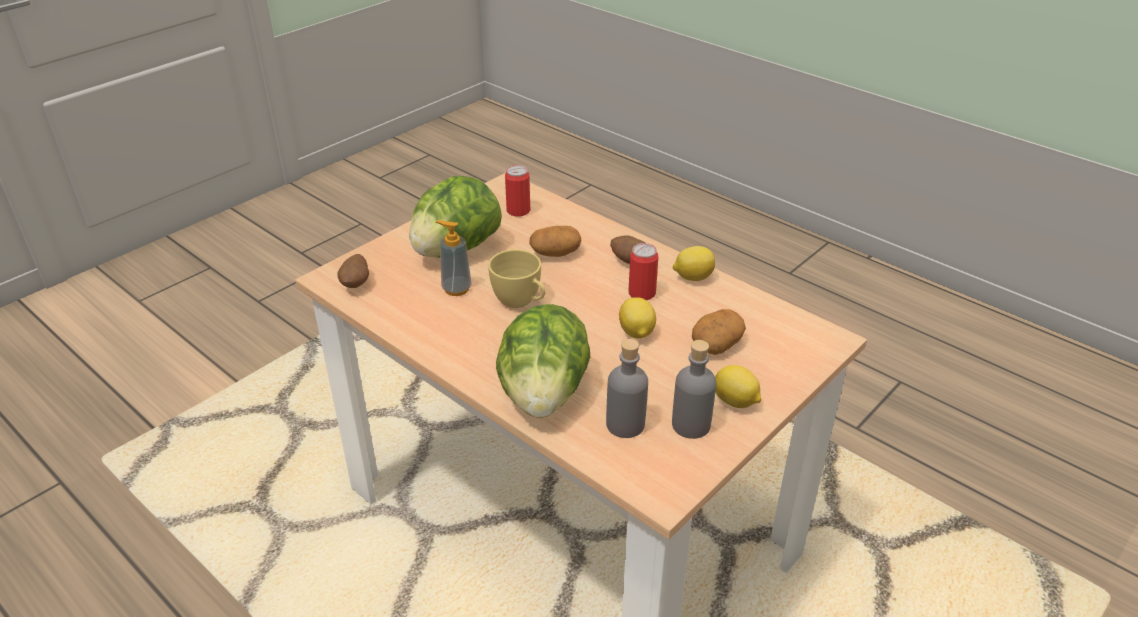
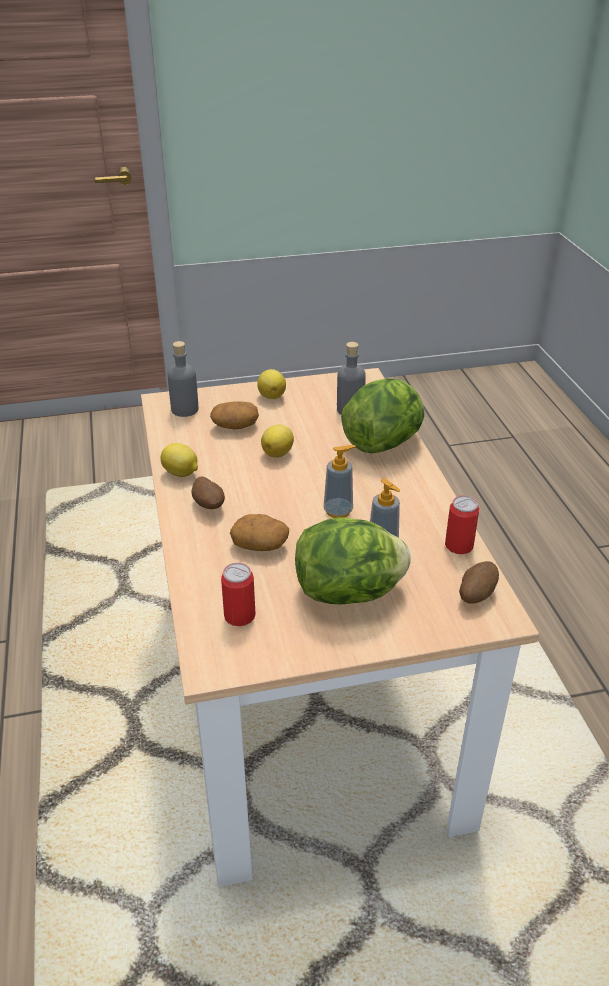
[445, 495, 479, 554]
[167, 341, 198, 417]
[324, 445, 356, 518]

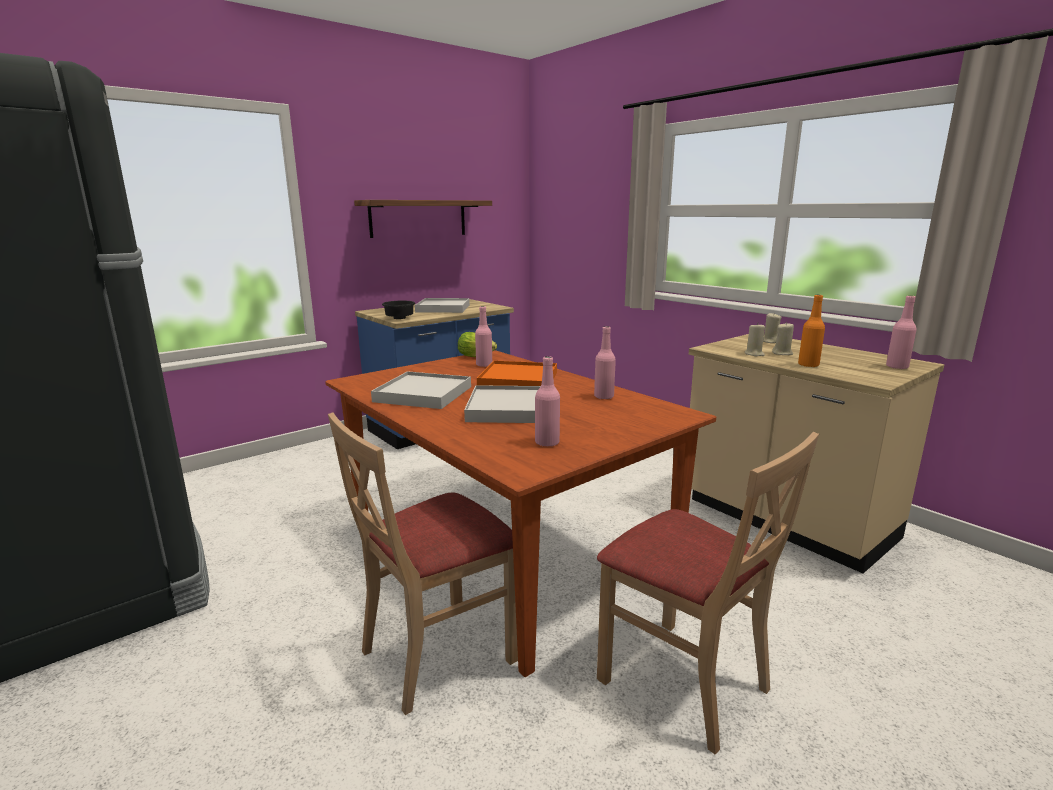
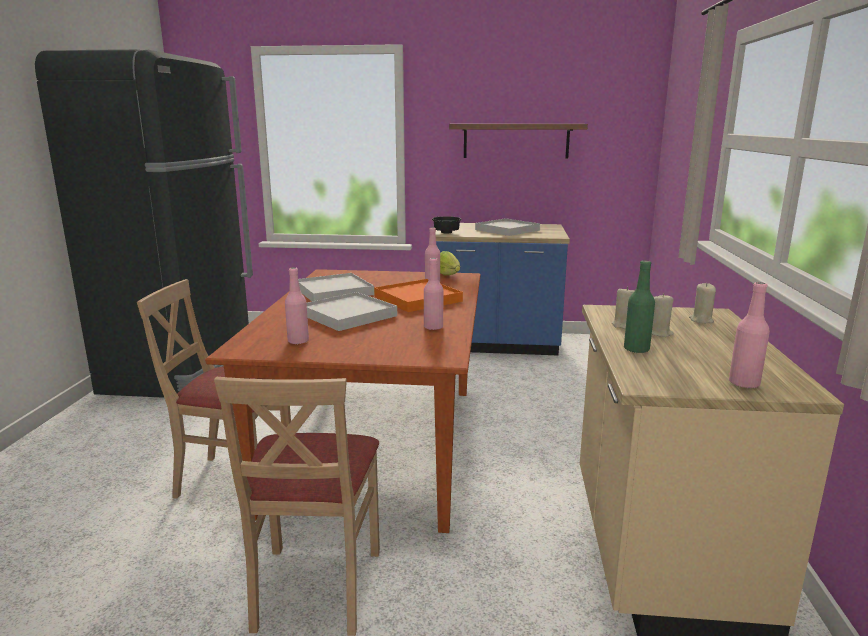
[624, 260, 655, 353]

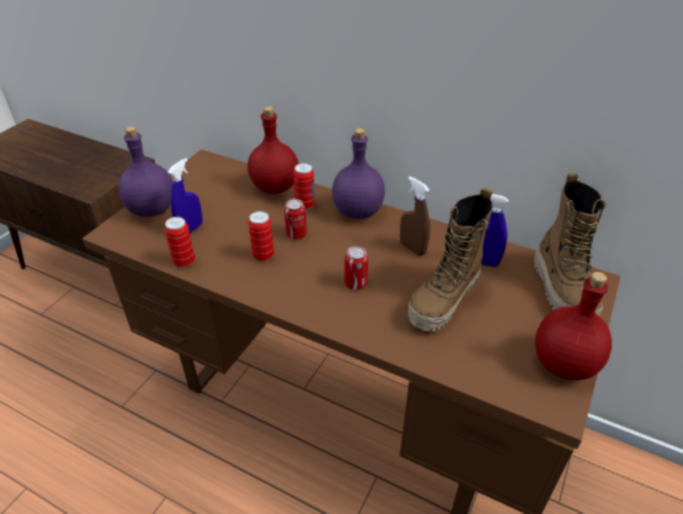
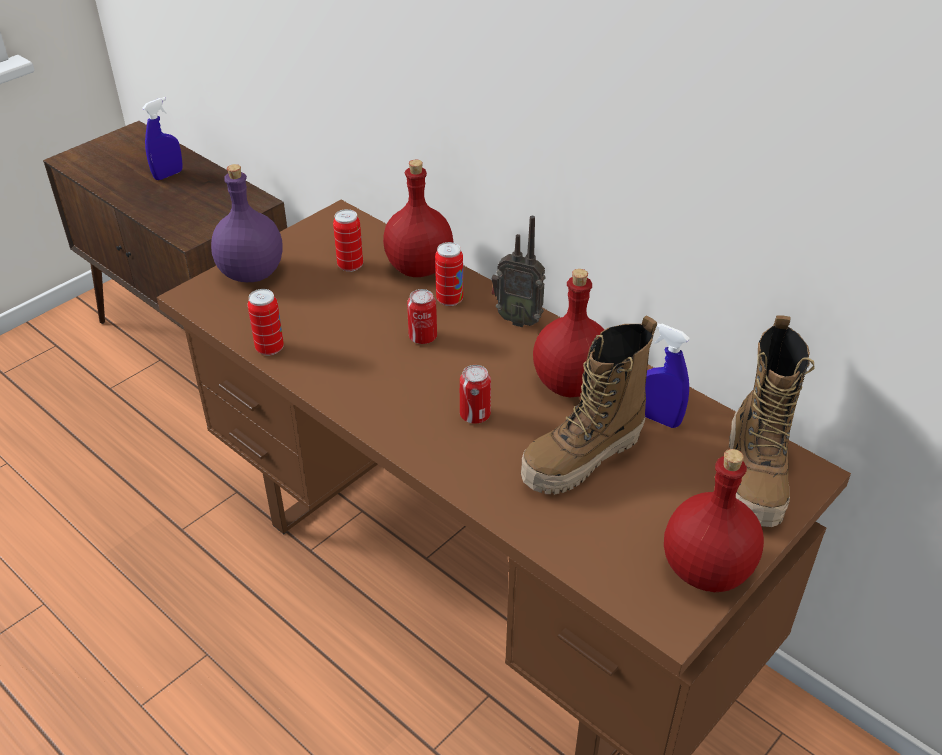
[142, 97, 182, 180]
[333, 209, 363, 272]
[492, 216, 546, 327]
[533, 269, 604, 397]

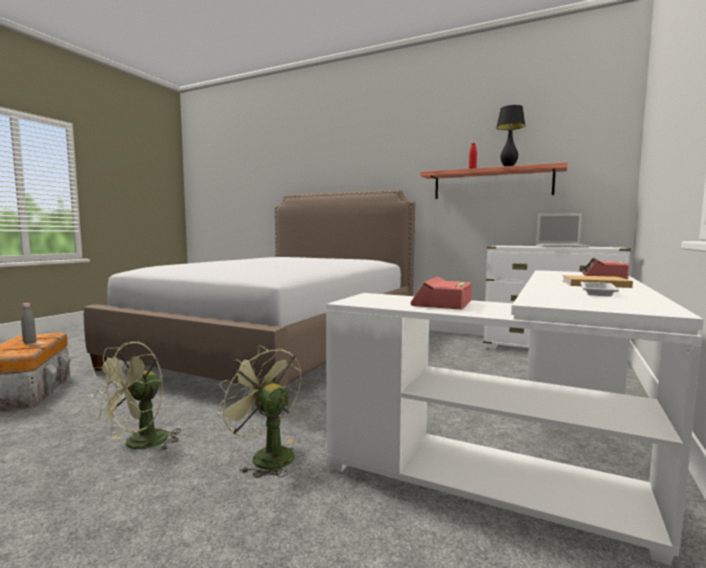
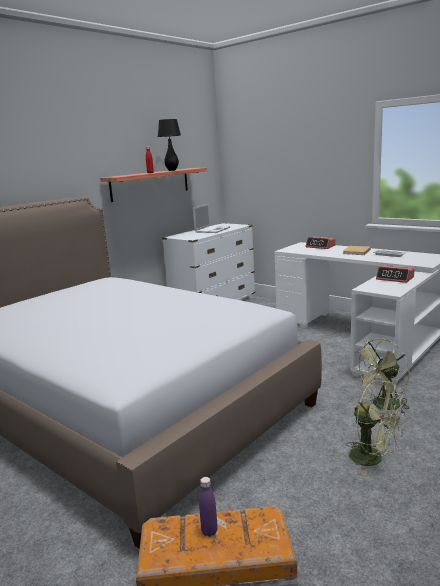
[199, 477, 218, 537]

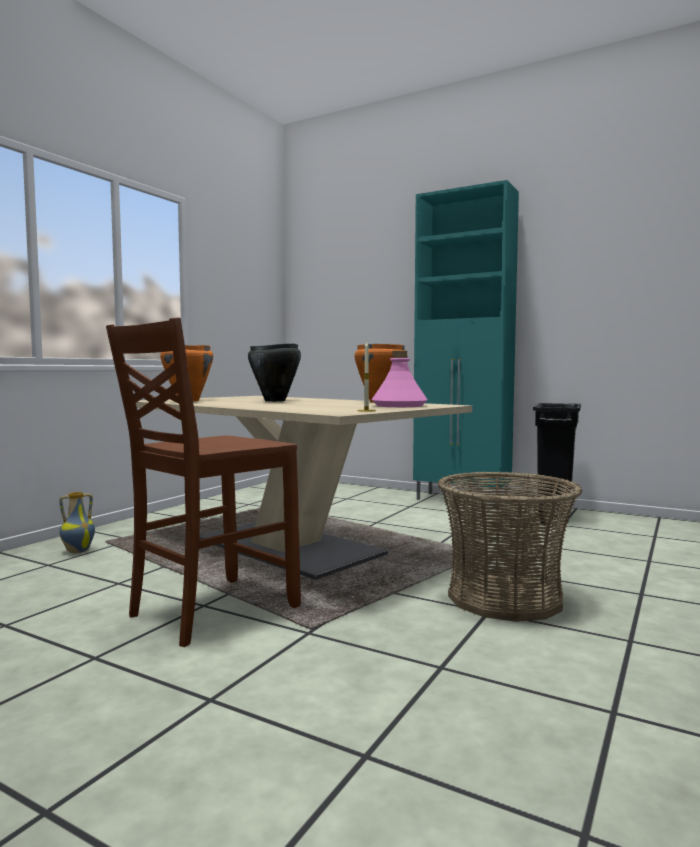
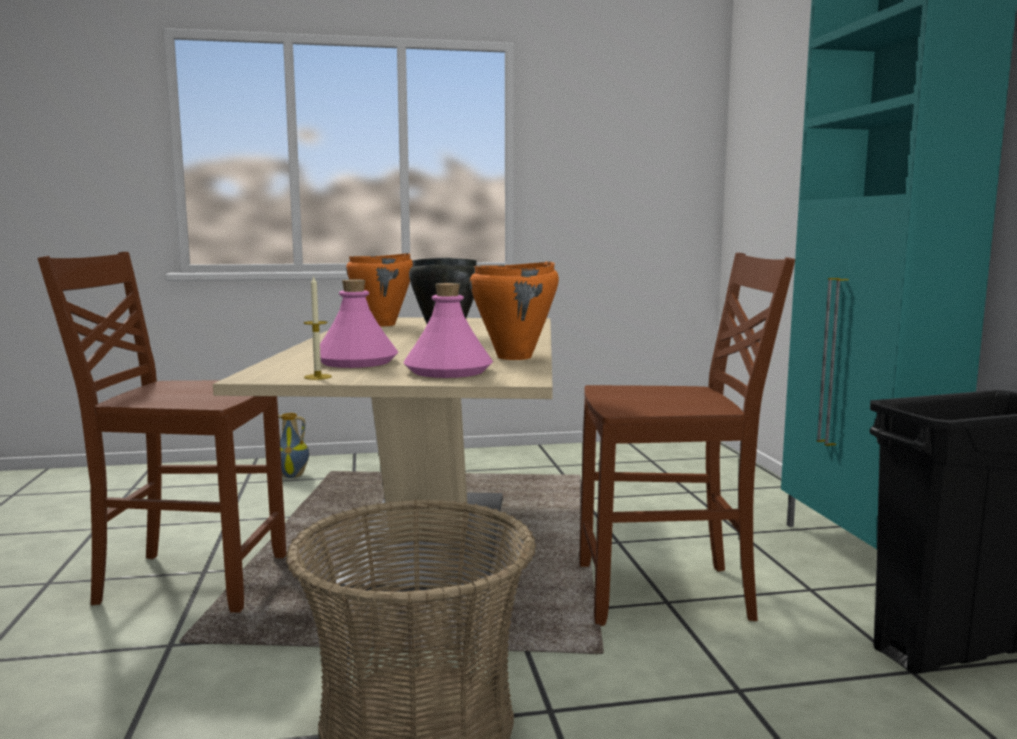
[313, 280, 398, 368]
[579, 253, 795, 626]

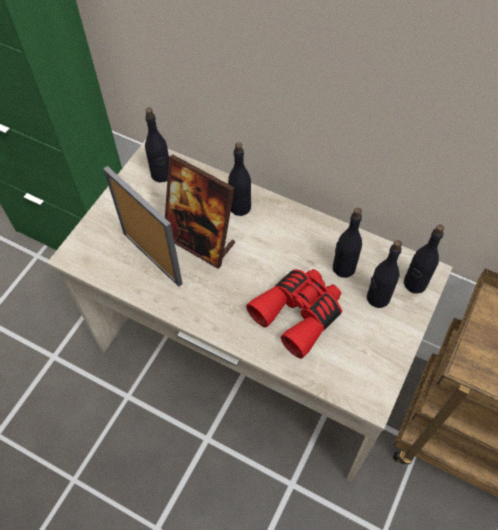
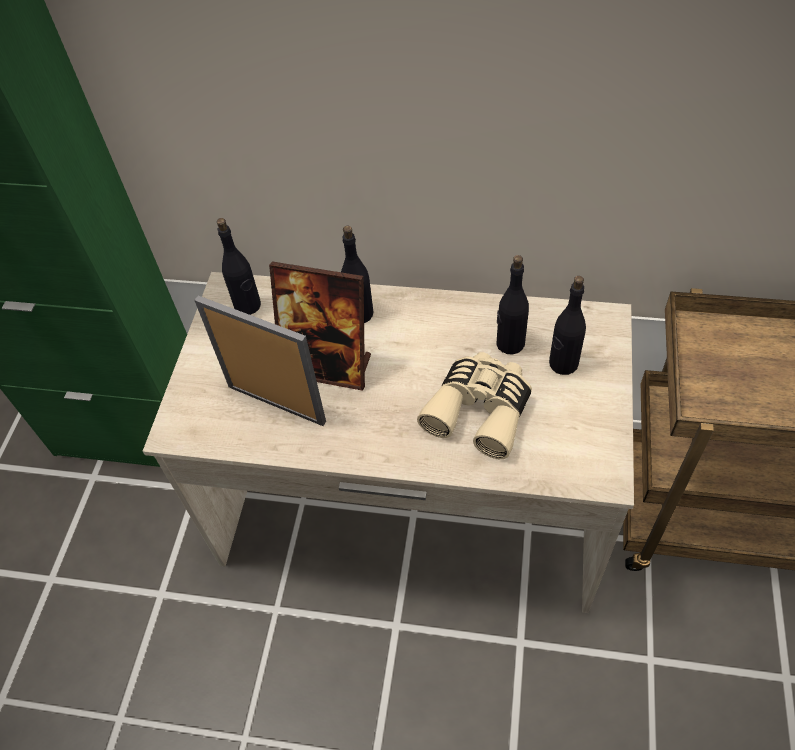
[404, 224, 444, 294] (first image)
[417, 352, 532, 459]

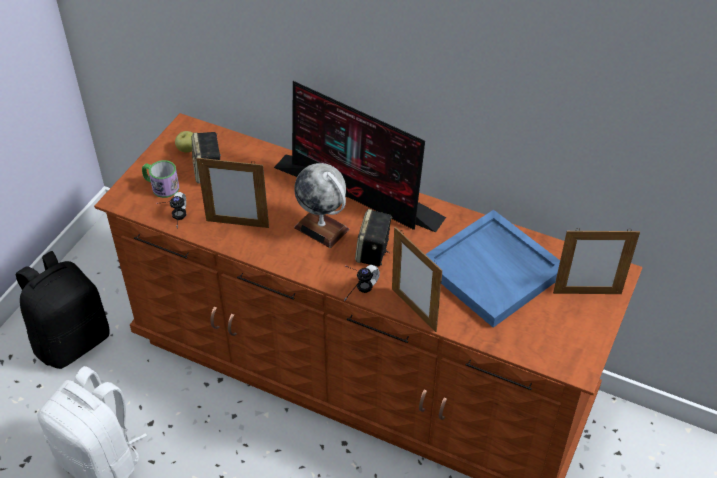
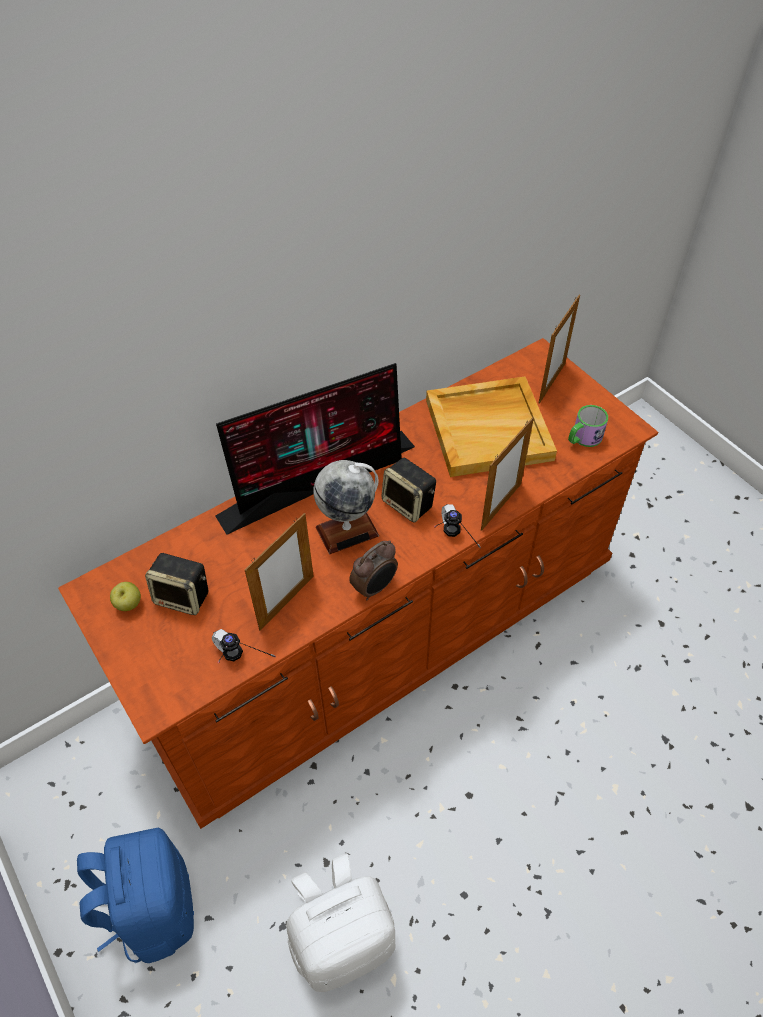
[349, 540, 398, 600]
[568, 405, 608, 447]
[77, 828, 194, 963]
[426, 377, 557, 477]
[481, 417, 534, 531]

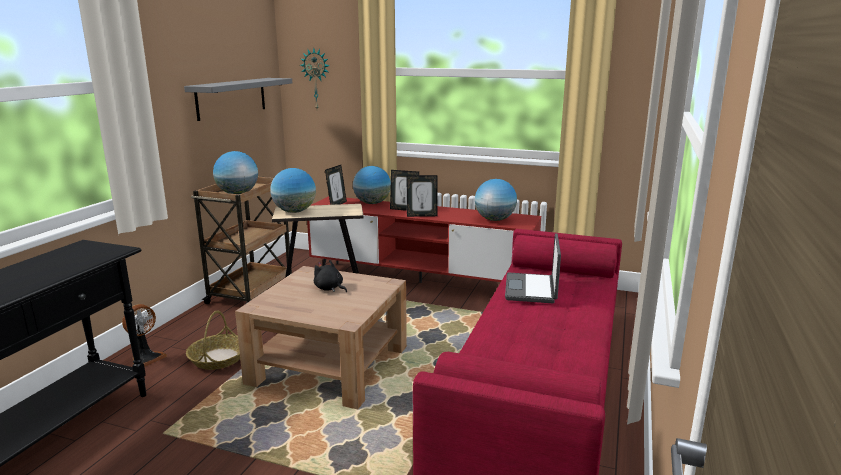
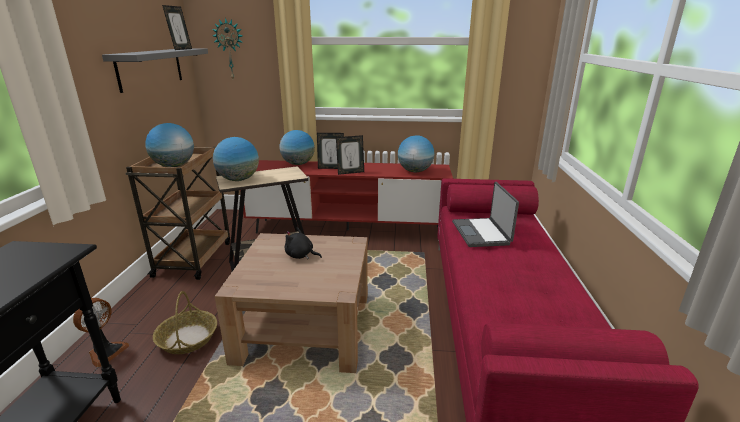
[162, 5, 192, 50]

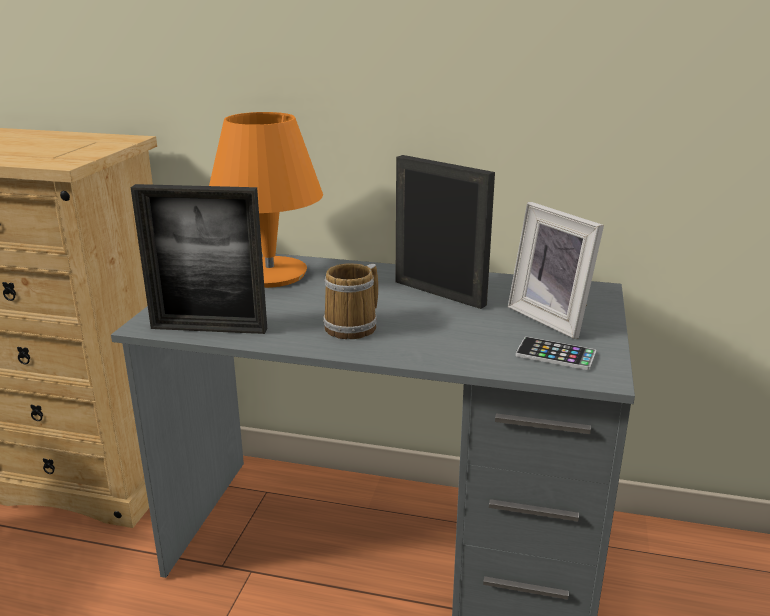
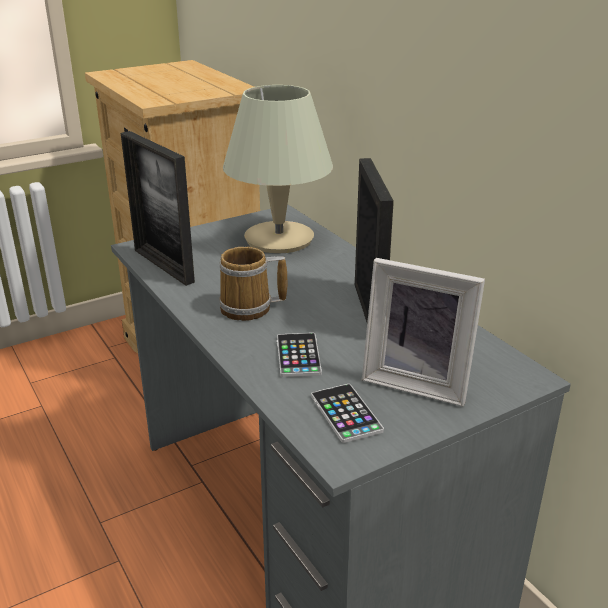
[277, 333, 322, 377]
[223, 85, 333, 253]
[362, 258, 485, 406]

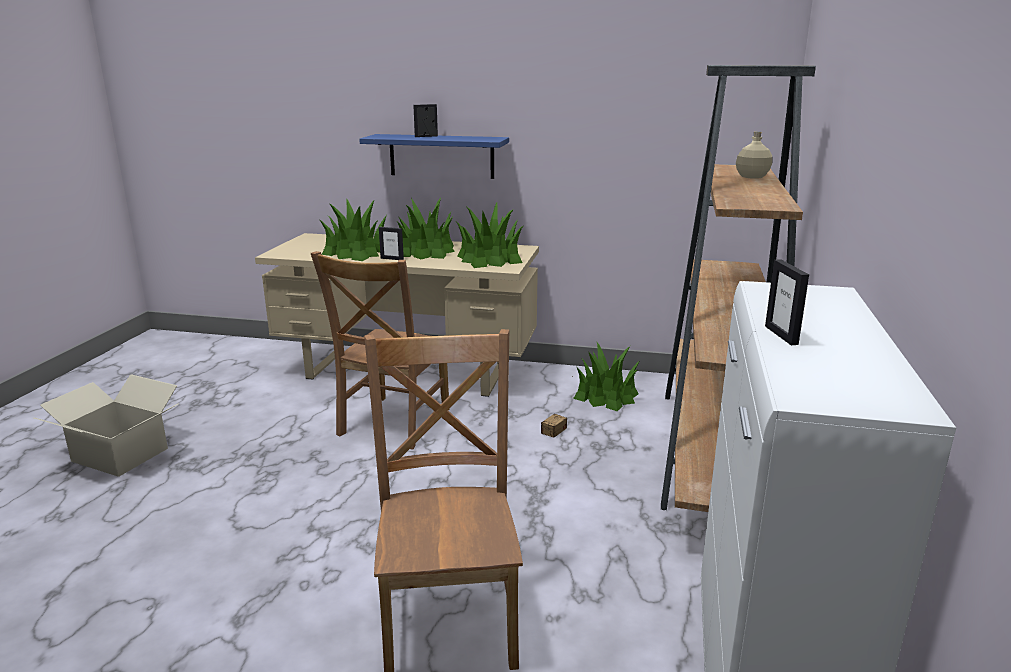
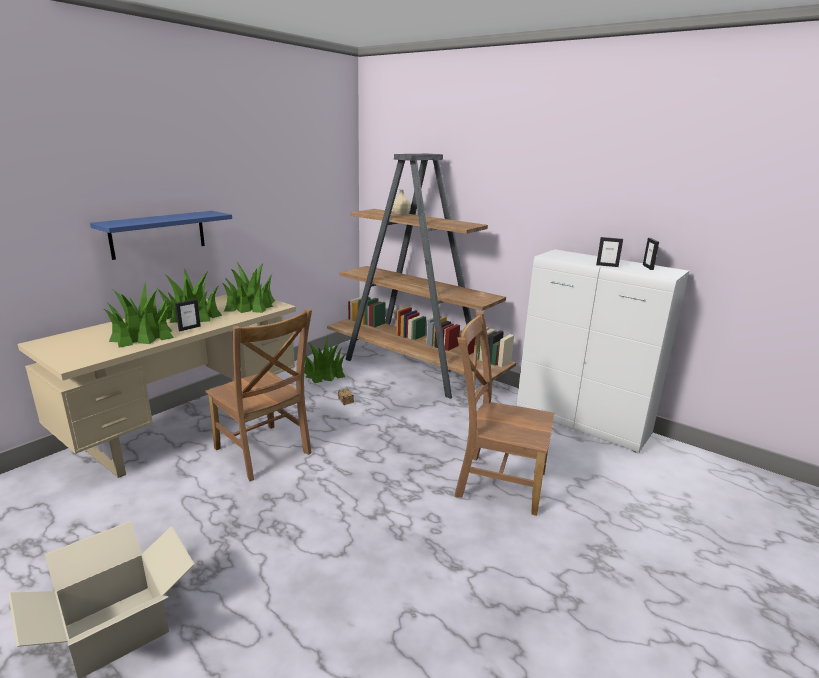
[643, 238, 659, 270]

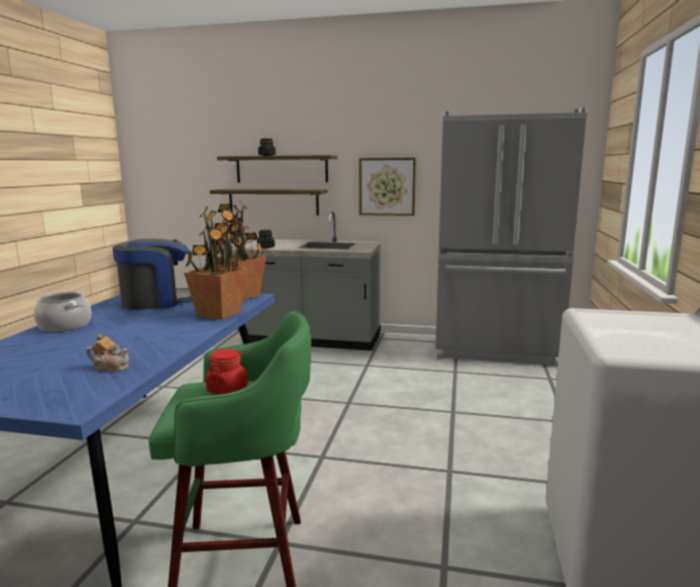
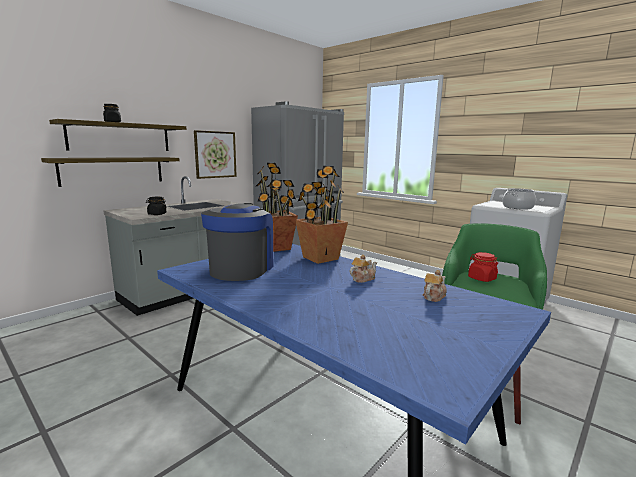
[350, 254, 377, 283]
[502, 188, 536, 210]

